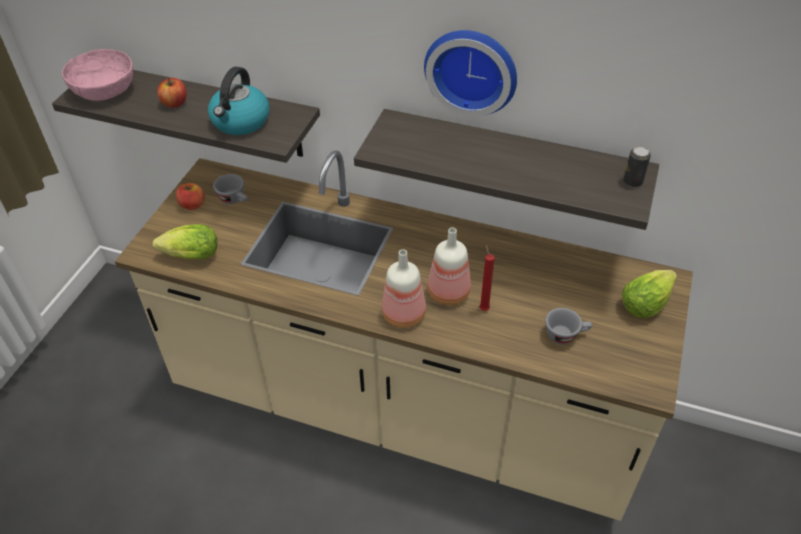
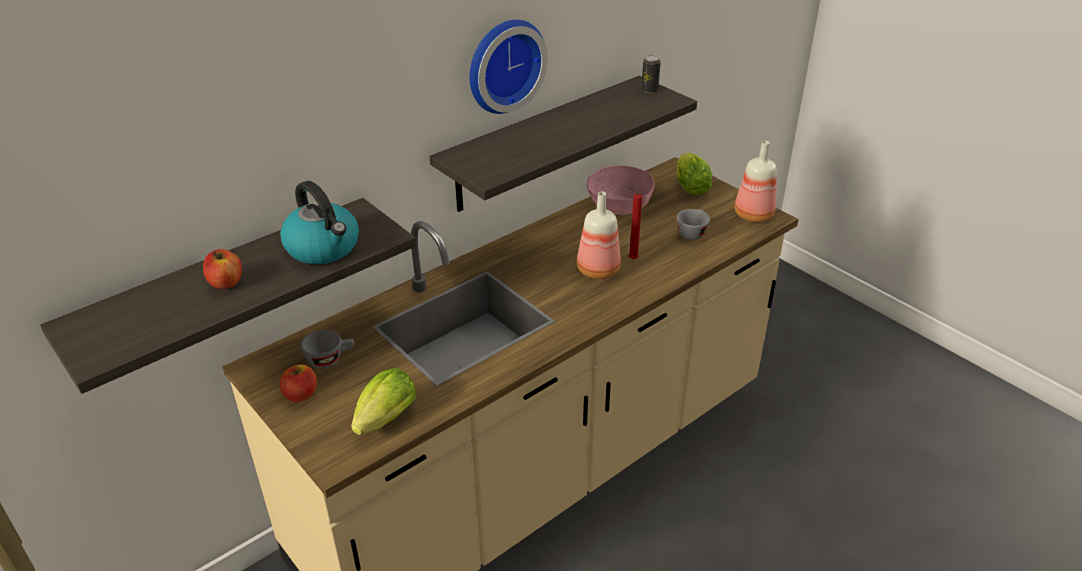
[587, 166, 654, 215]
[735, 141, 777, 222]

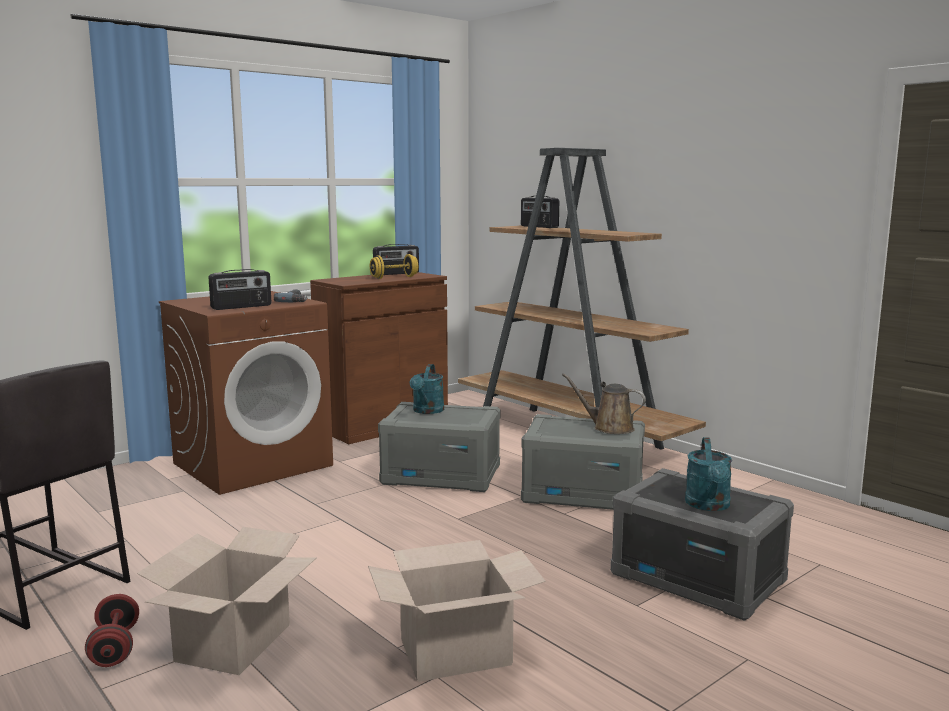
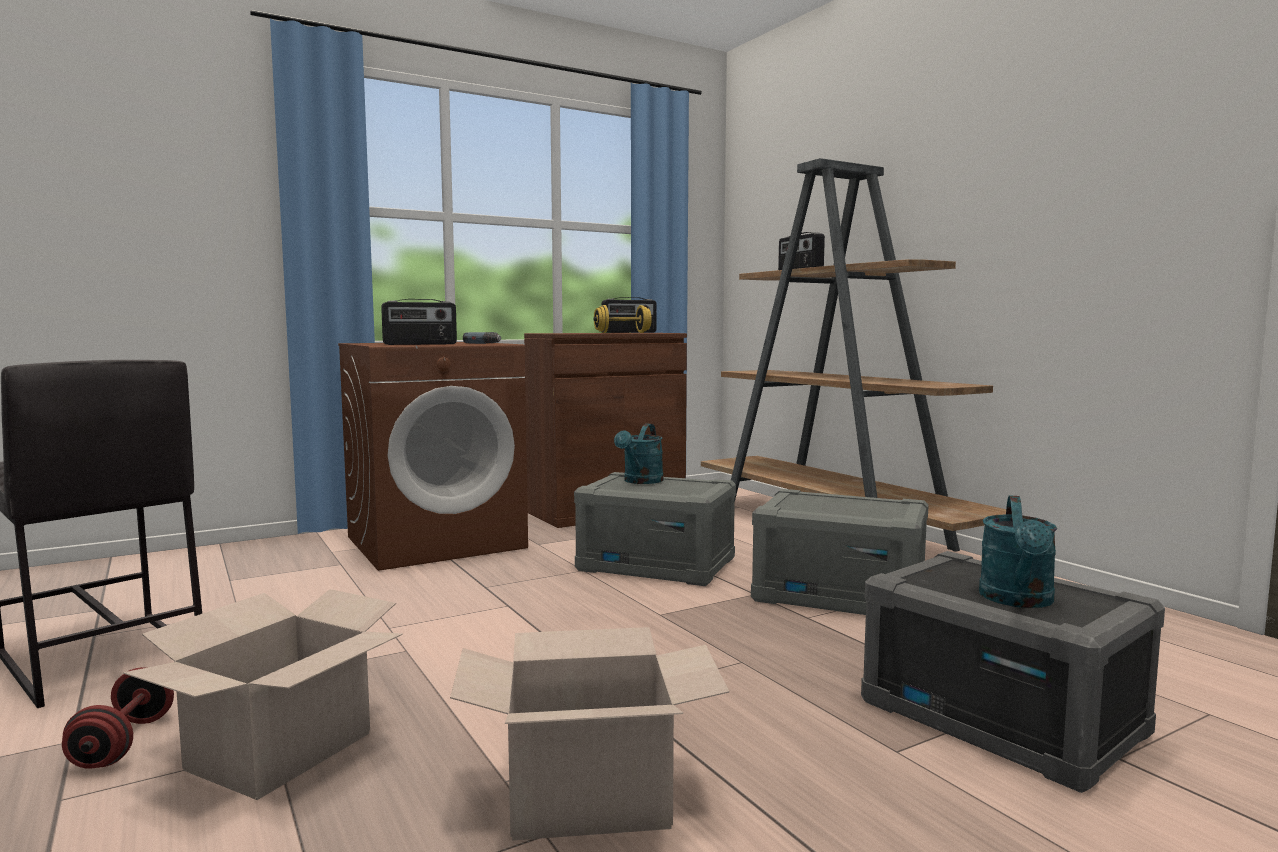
[562, 373, 646, 434] (first image)

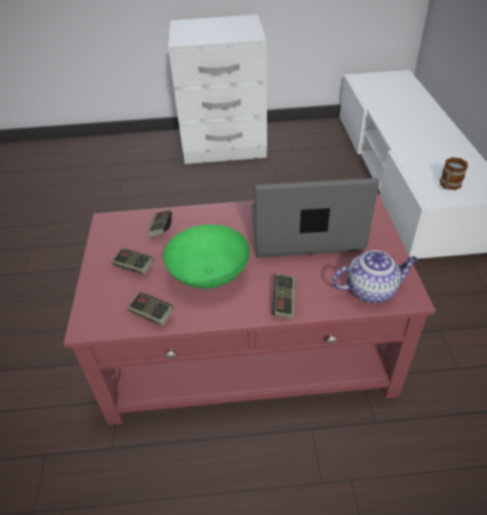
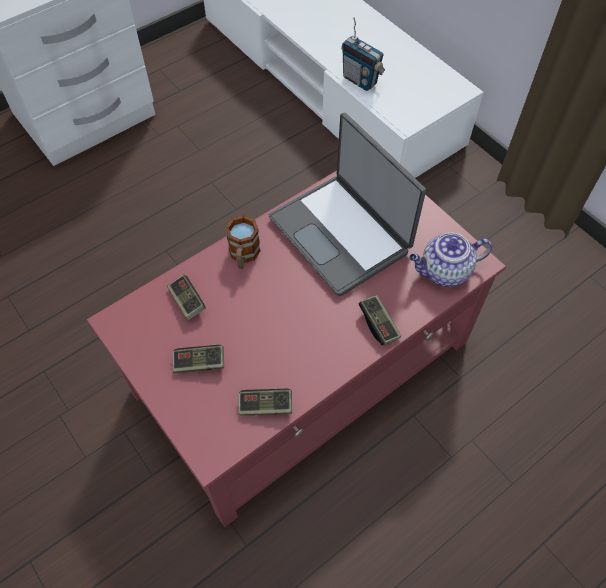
[163, 225, 250, 289] (first image)
[341, 17, 385, 91]
[225, 215, 260, 269]
[269, 112, 426, 296]
[409, 233, 492, 287]

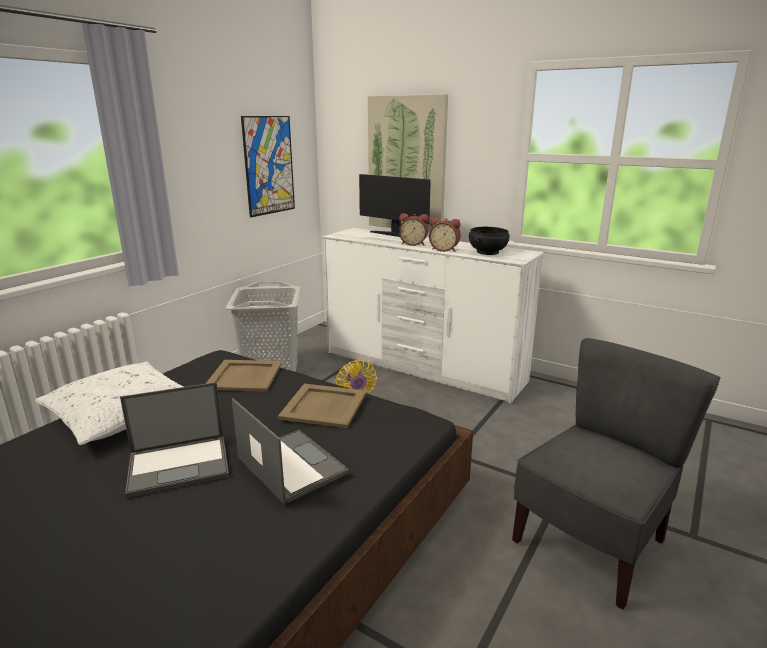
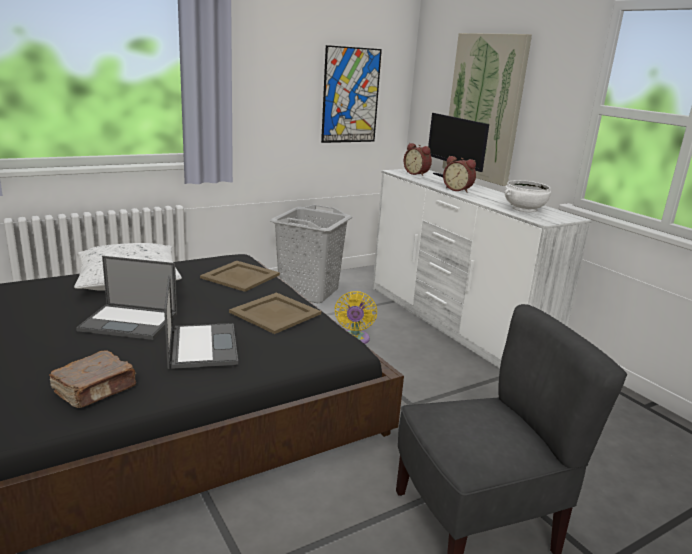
[49, 350, 137, 408]
[404, 143, 432, 176]
[504, 180, 551, 212]

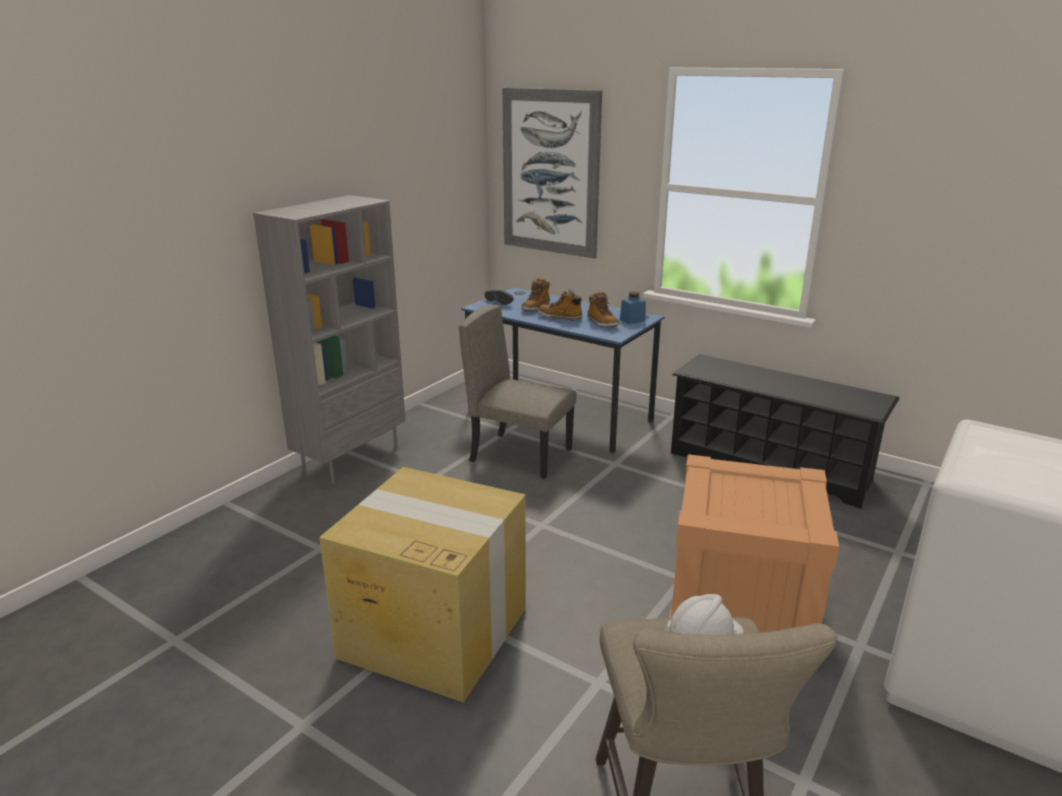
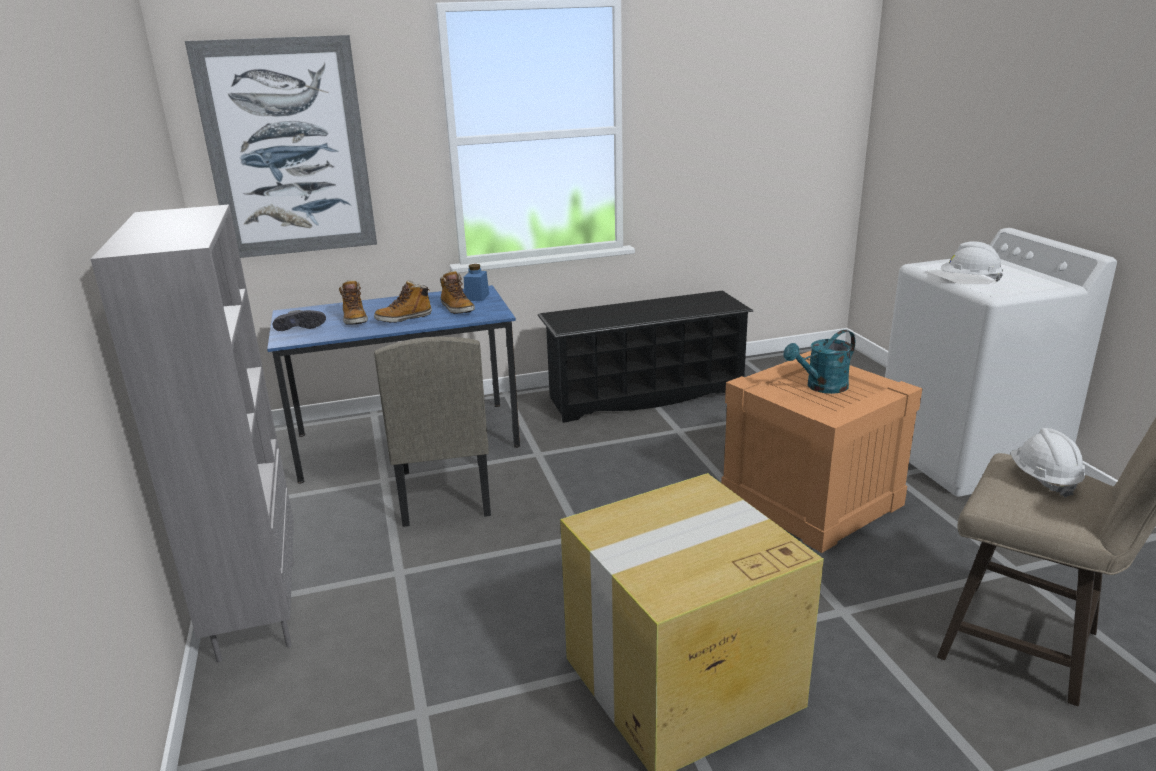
[783, 330, 855, 394]
[941, 241, 1003, 281]
[374, 337, 491, 527]
[440, 271, 475, 314]

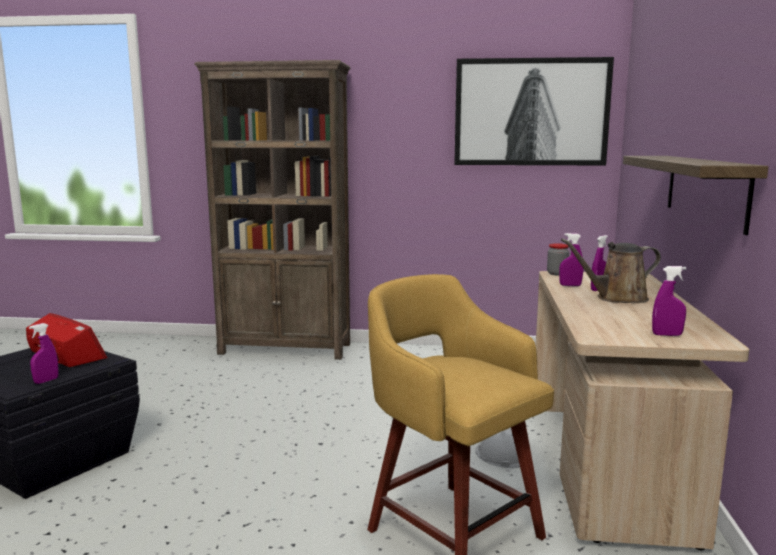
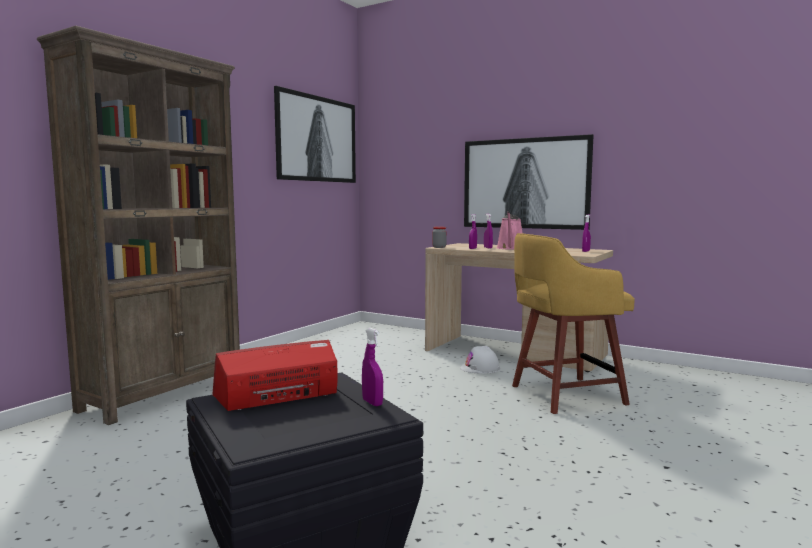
[464, 134, 593, 230]
[497, 212, 523, 250]

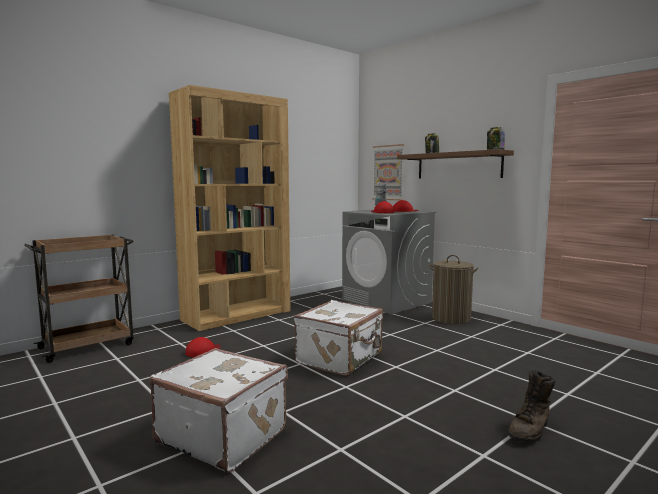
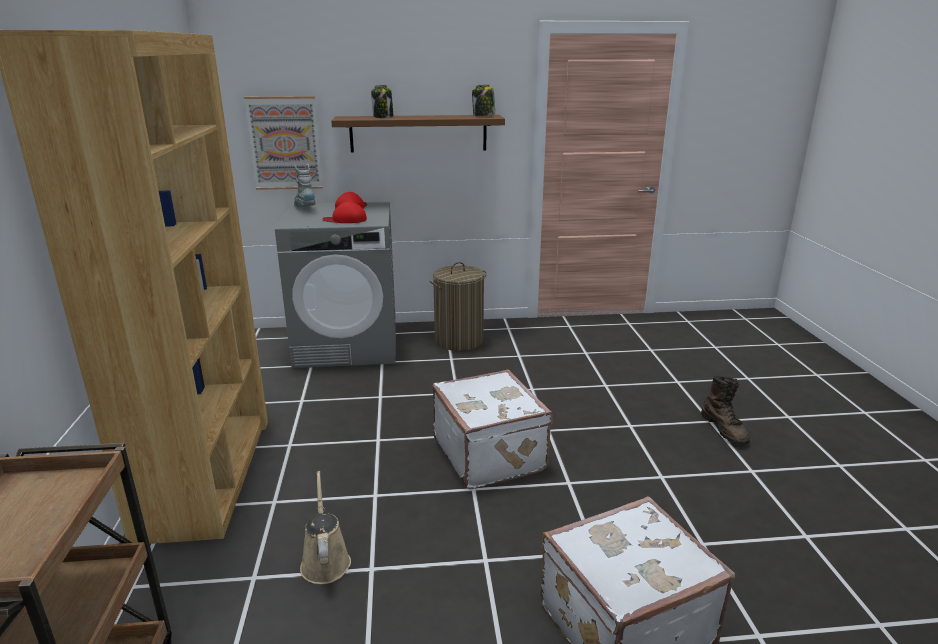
[300, 471, 351, 584]

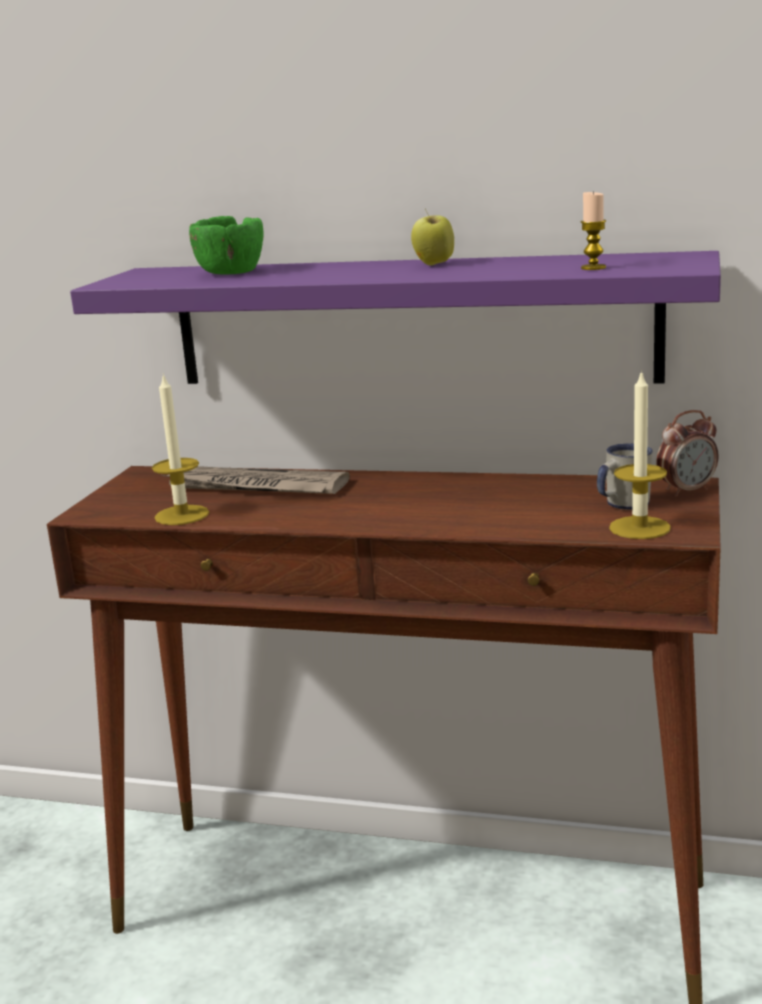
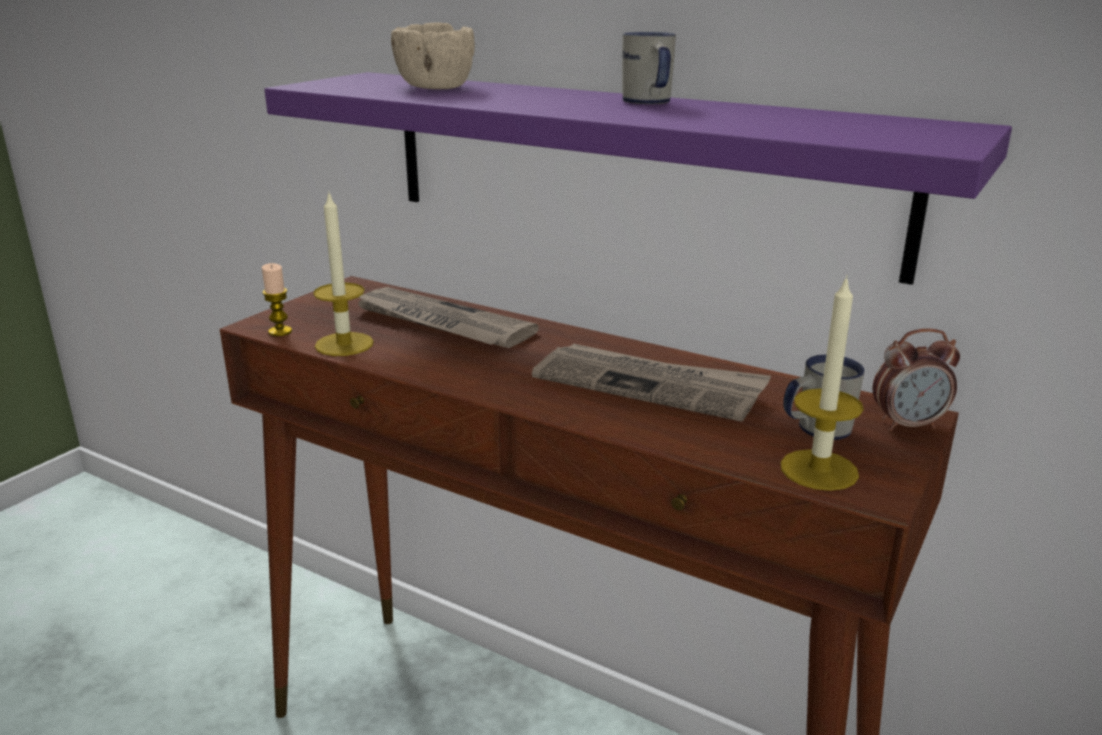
[532, 343, 771, 421]
[262, 263, 292, 336]
[622, 32, 676, 104]
[391, 22, 475, 89]

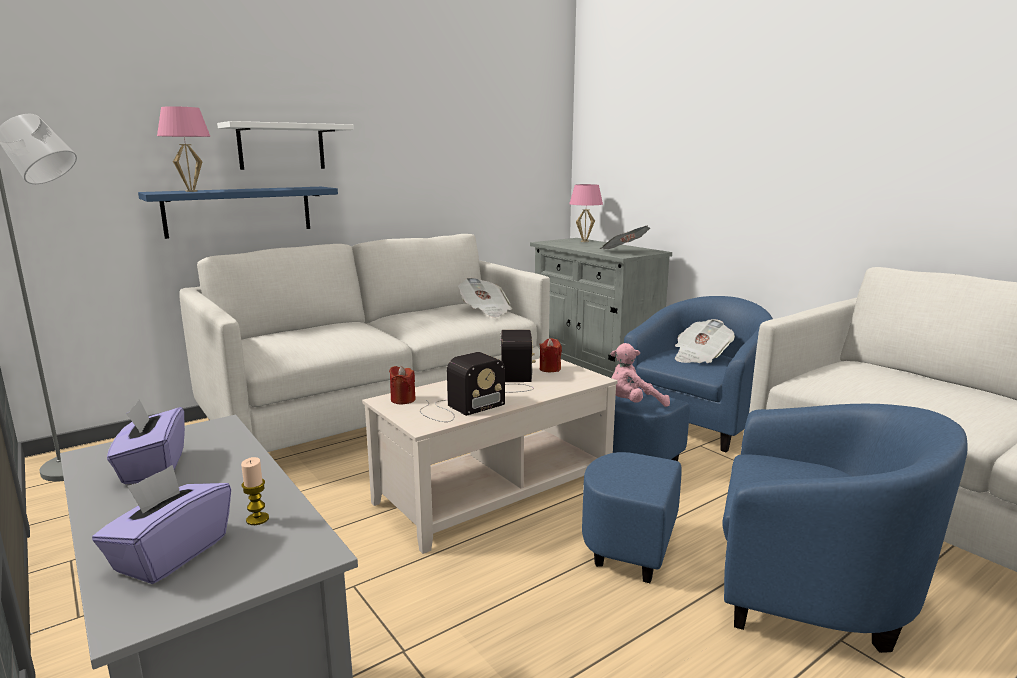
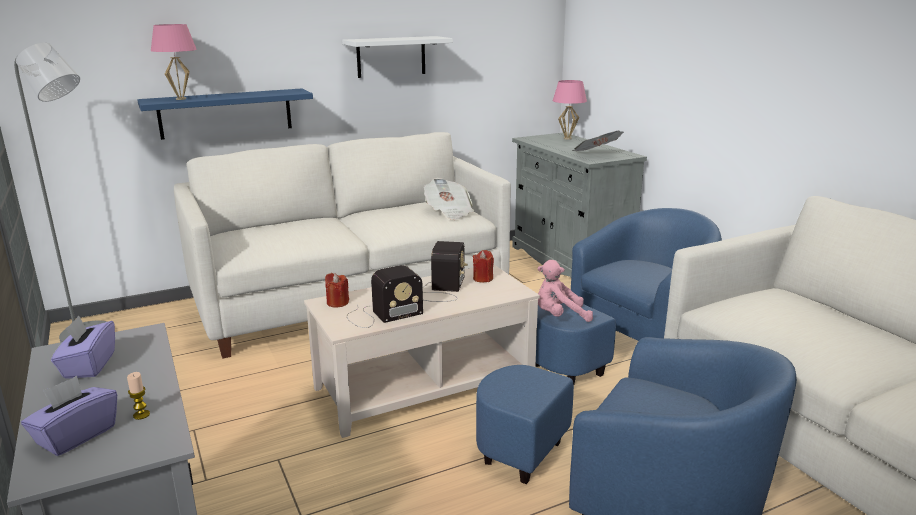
[675, 319, 735, 363] (first image)
[342, 36, 453, 78]

